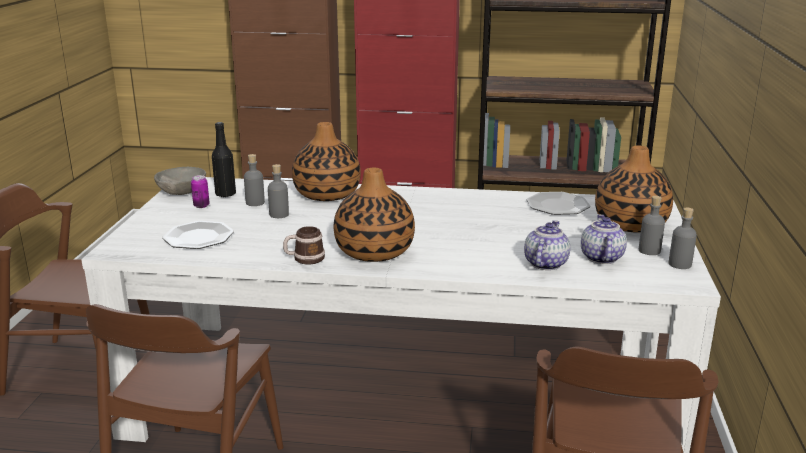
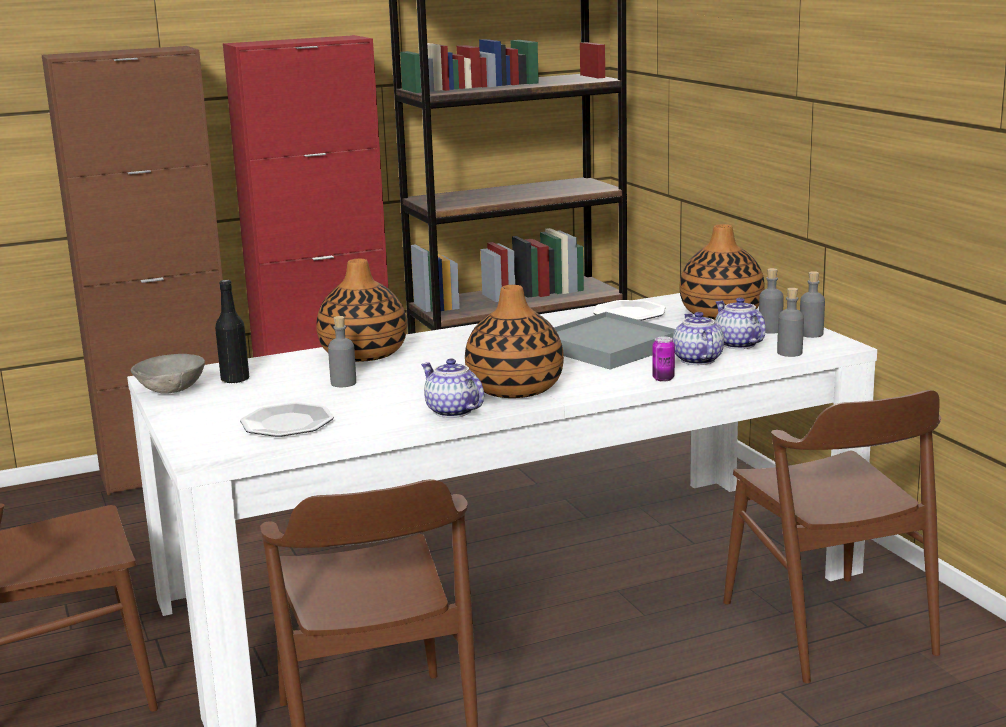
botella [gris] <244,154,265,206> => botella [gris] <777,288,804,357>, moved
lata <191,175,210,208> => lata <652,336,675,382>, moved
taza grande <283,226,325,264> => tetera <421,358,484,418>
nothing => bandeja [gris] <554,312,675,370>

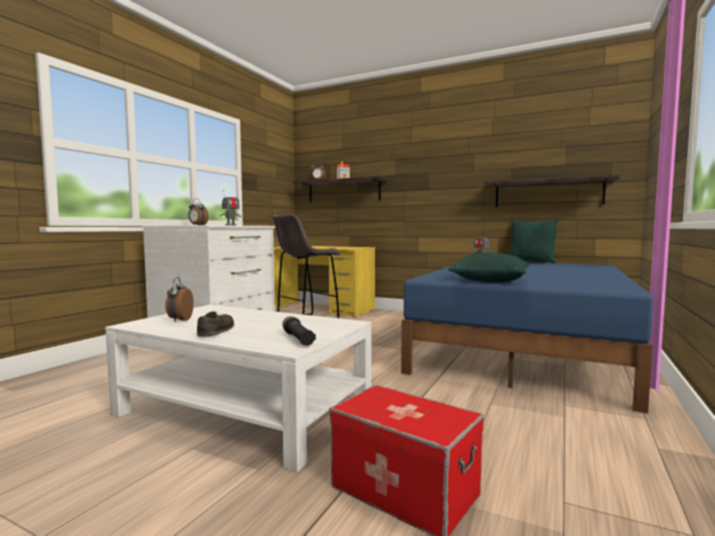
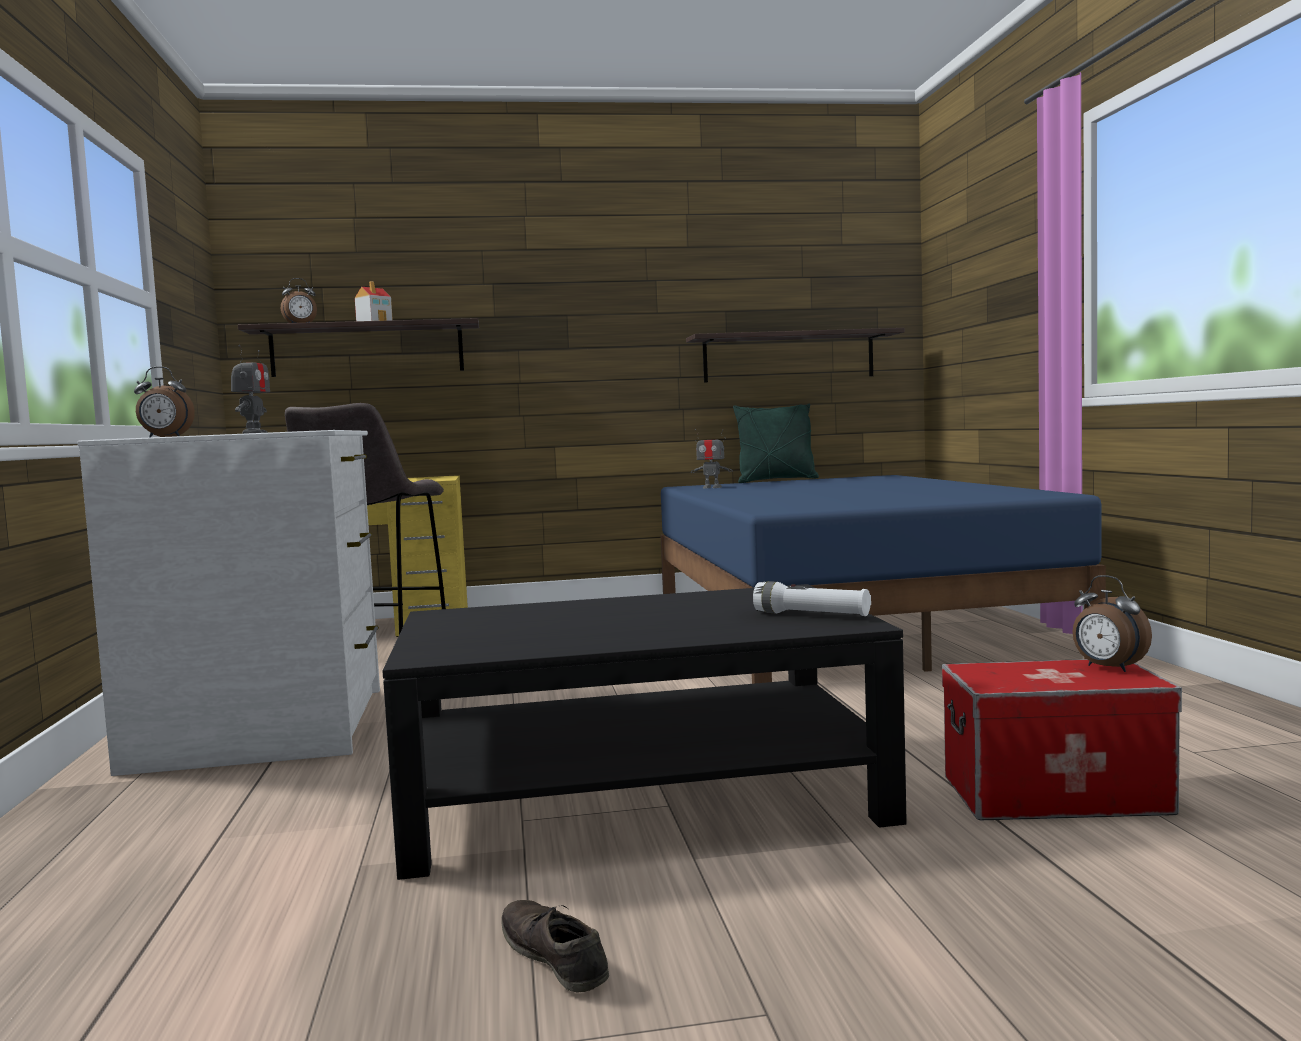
cojín [verde] <448,252,529,282> => nothing
despertador <165,277,194,322> => despertador <1073,575,1152,672>, moved
mesa de centro [blanco] <105,305,371,472> => mesa de centro [negro] <383,584,907,880>
zapato [marrón] <197,311,234,337> => zapato [marrón] <501,900,609,993>, moved
linterna [negro] <282,316,316,346> => linterna [blanco] <753,581,871,616>

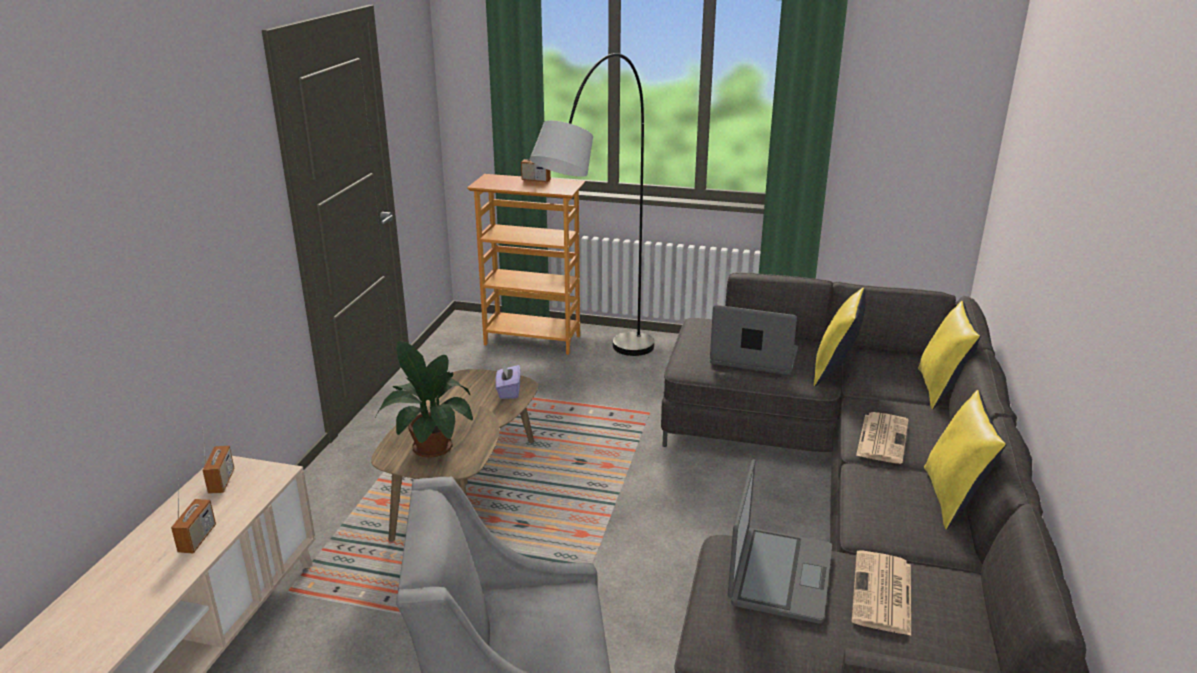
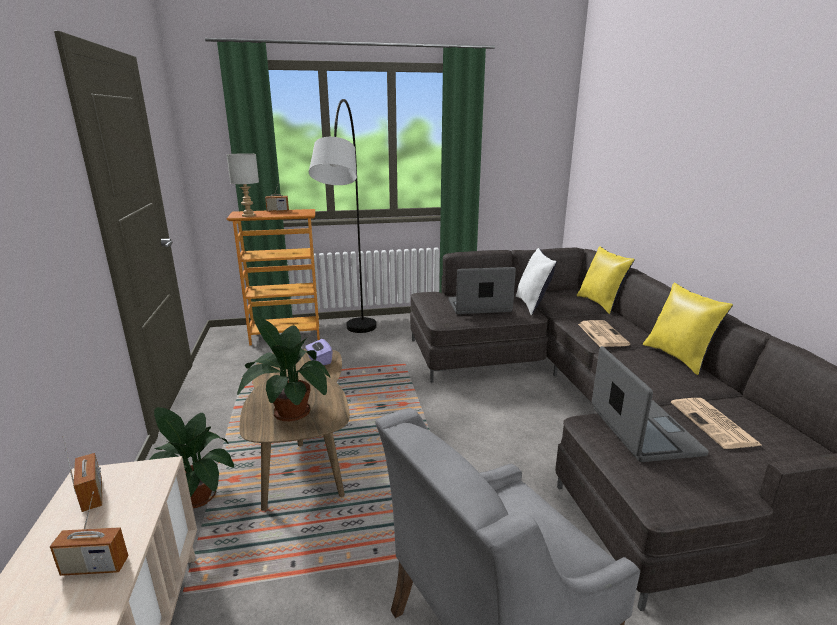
cojín [amarillo] <814,288,866,387> => cojín [blanco] <516,248,557,315>
radio <171,478,216,553> => radio <50,492,128,576>, 105 degrees clockwise
nothing => lámpara de mesa [gris] <227,153,259,217>
nothing => planta en maceta <149,407,234,508>

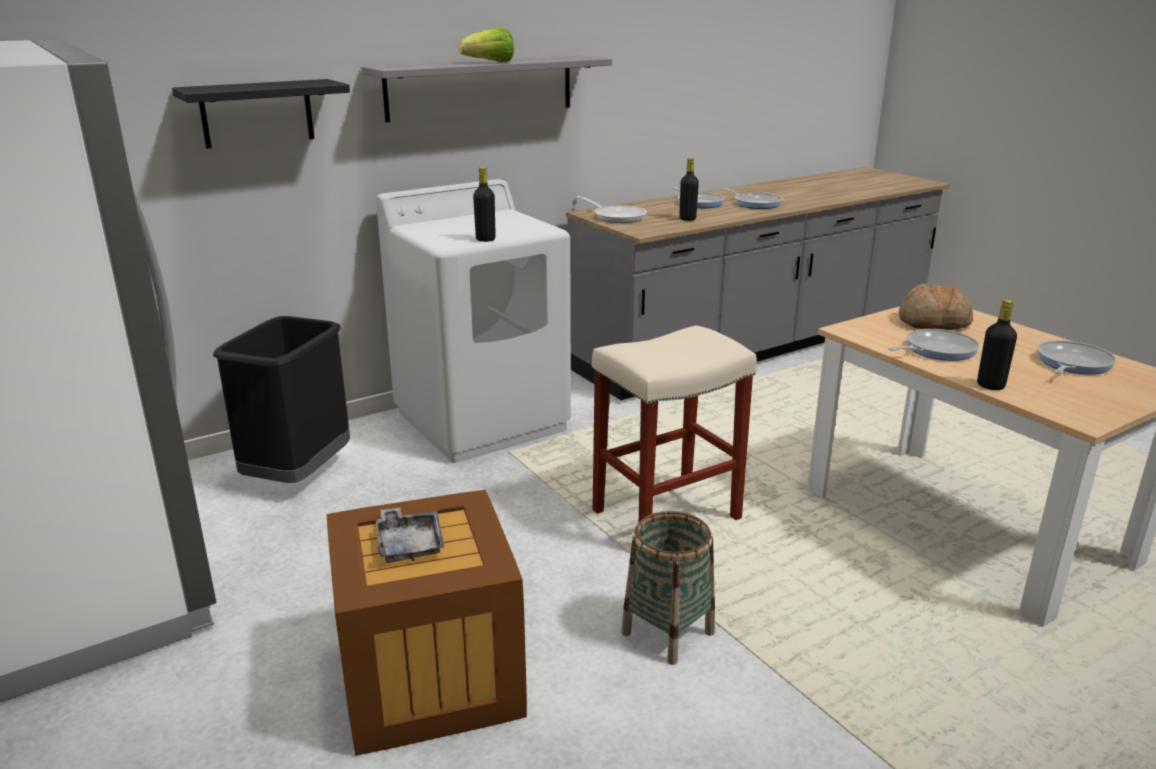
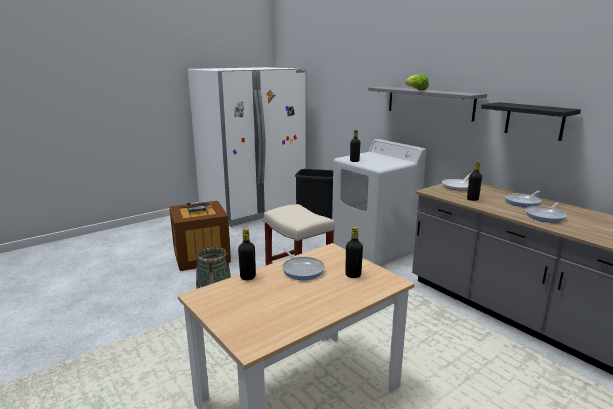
estante [negro] <172,79,350,148> => estante [negro] <481,102,581,141>, moved
pan <899,284,973,330> => botella [negro] <345,227,363,278>
sartén <1037,340,1116,375> => nothing

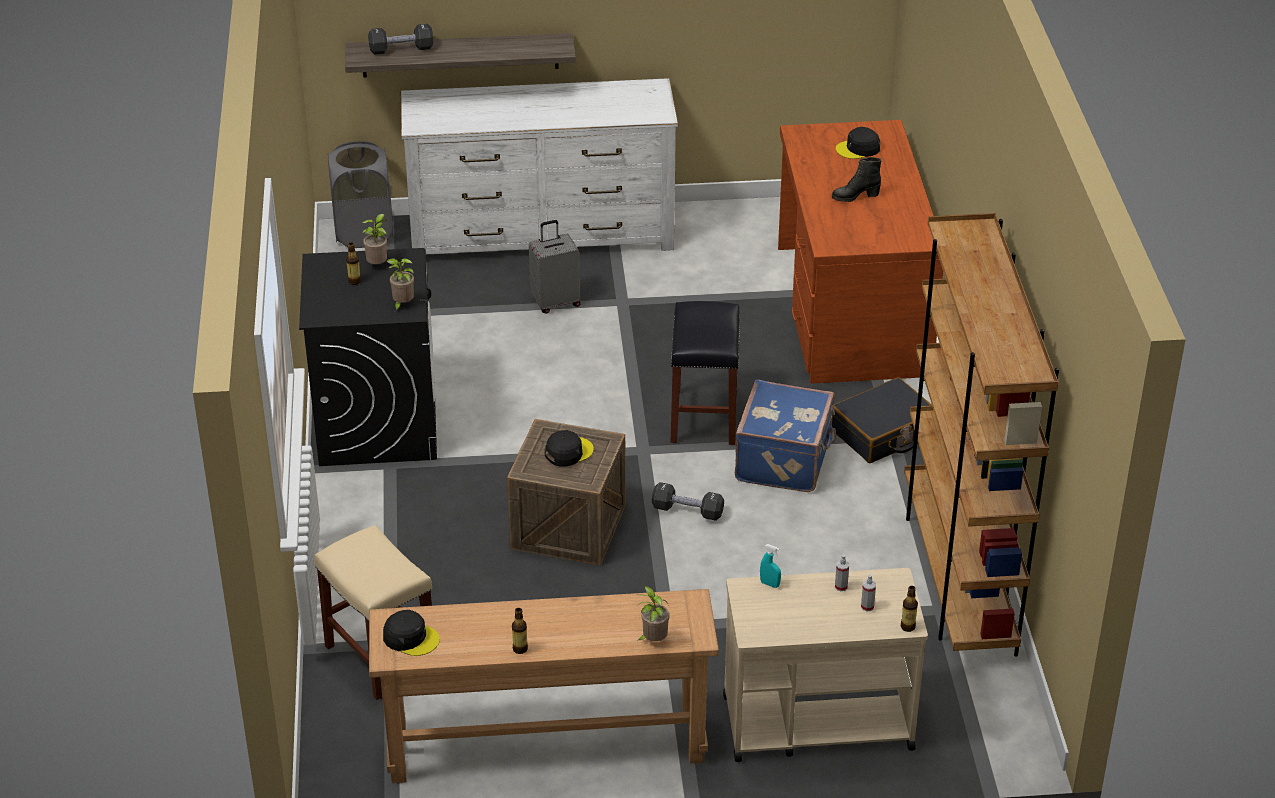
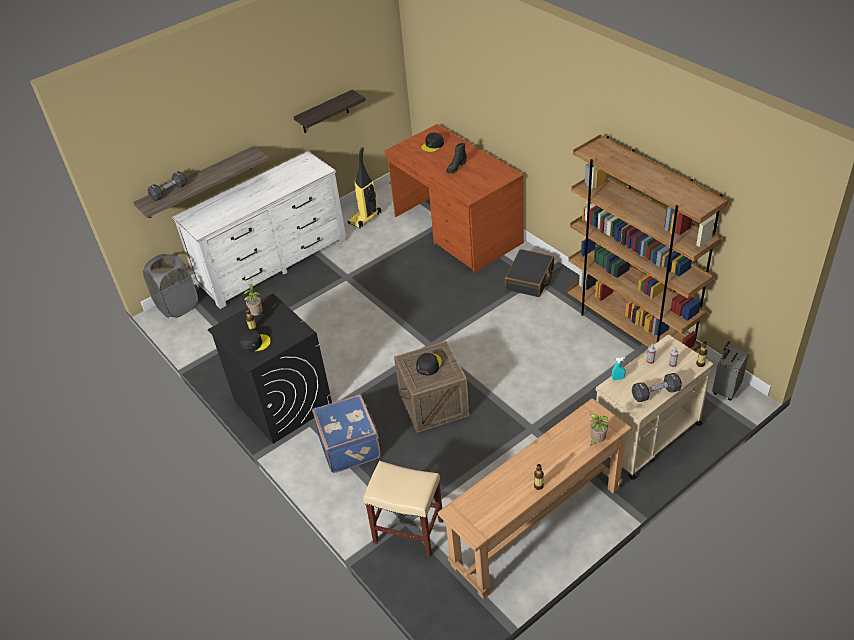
maleta [gris] <529,220,581,314> => maleta [gris] <712,341,749,401>, moved
planta en maceta <386,258,414,311> => nothing
taburete [negro] <671,301,740,445> => nothing
maleta [azul] <735,380,836,492> => maleta [azul] <312,394,381,473>, moved
mancuerna [negro] <652,482,724,521> => mancuerna [negro] <632,373,682,402>, moved
gorra [negro] <383,610,440,656> => gorra [negro] <238,329,271,353>, moved
nothing => estante <294,90,366,133>
nothing => aspiradora <348,147,381,229>

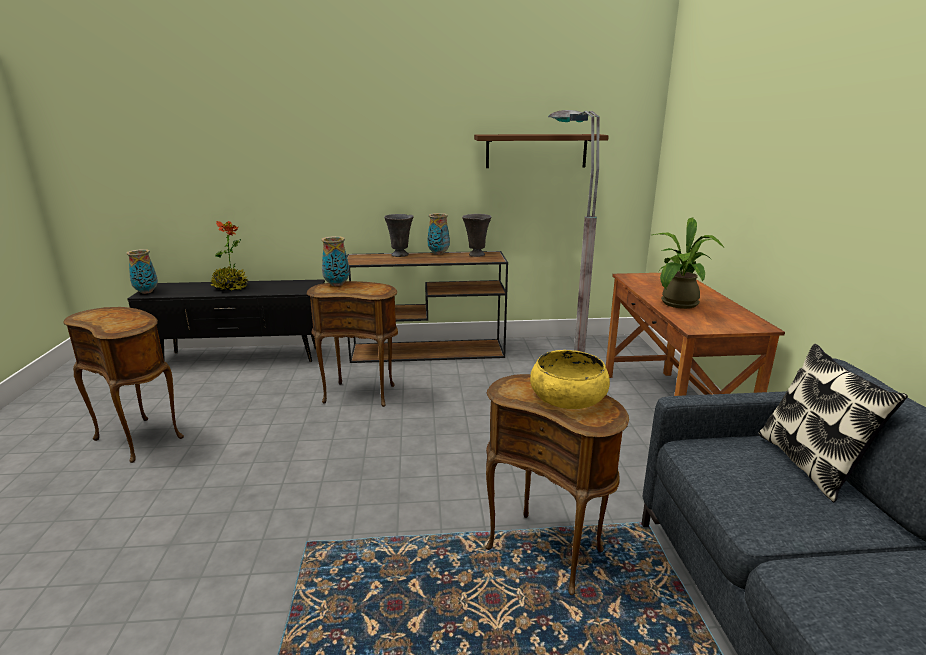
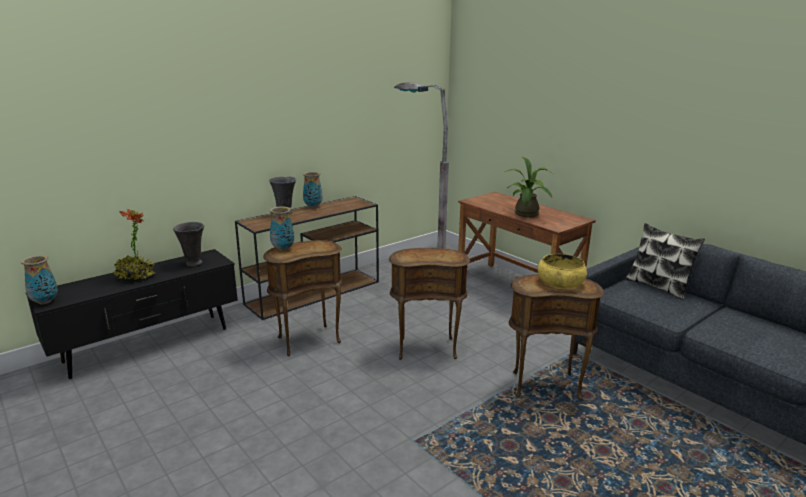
estante [marrón] <474,134,609,168> => nothing
florero [gris] <462,214,491,257> => florero [gris] <173,222,204,266>, moved
mesa auxiliar [marrón] <64,307,184,463> => mesa auxiliar [marrón] <389,248,470,360>, moved

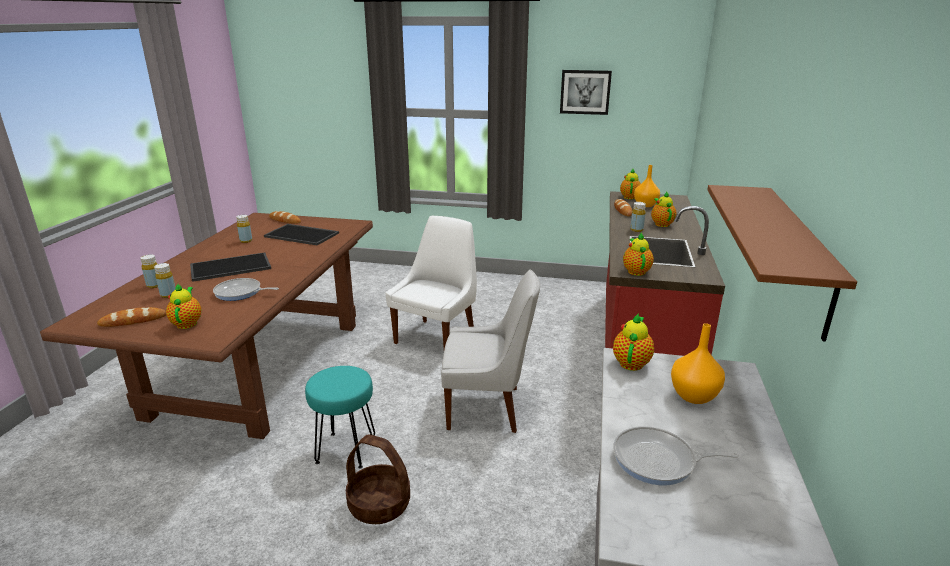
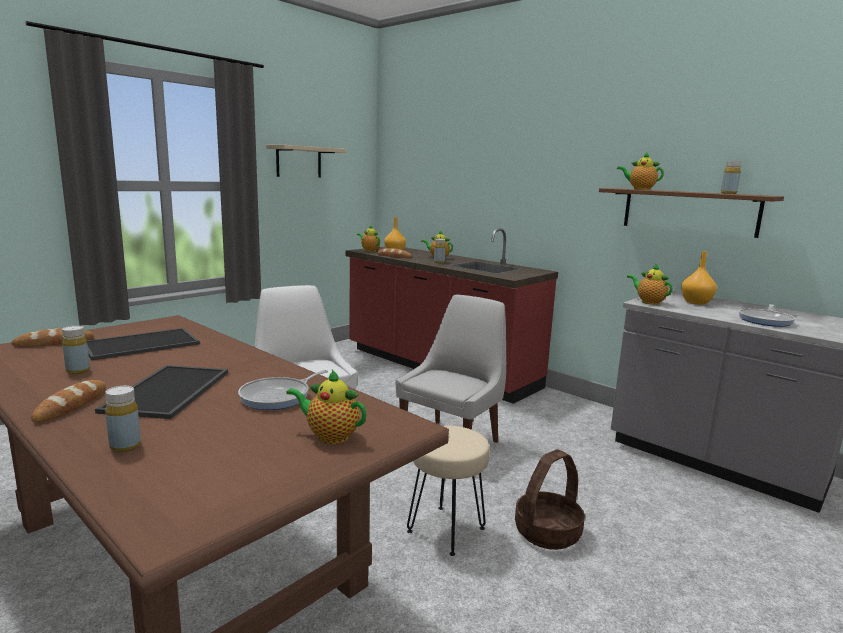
cuadro <560,70,612,115> => estante [beis] <266,145,347,178>
tetera <623,232,654,276> => tetera <617,152,664,190>, moved
botella [amarillo] <154,263,176,298> => botella [amarillo] <721,161,741,194>, moved
pan <97,307,166,327> => pan <31,380,106,423>, moved
taburete [turquesa] <305,366,375,469> => taburete [beis] <407,426,490,556>

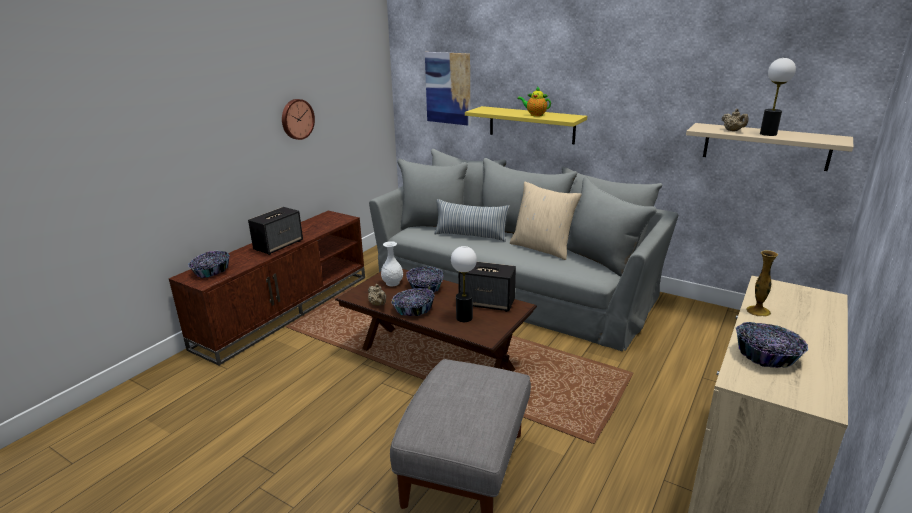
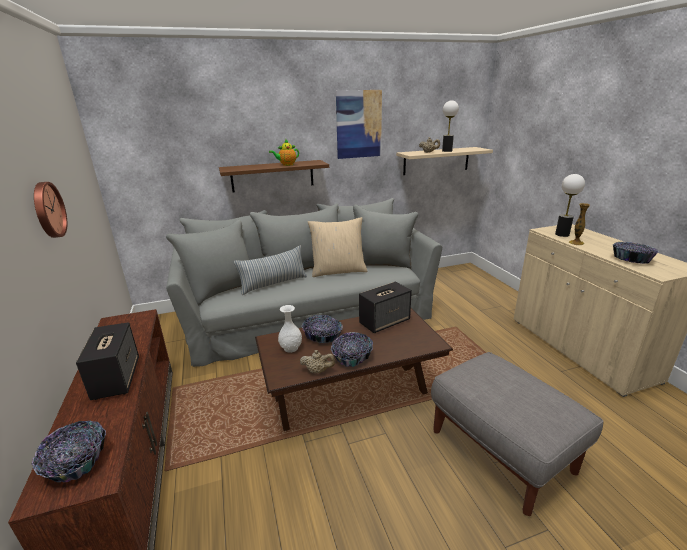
cuadro <425,52,470,126> => cuadro <336,90,382,159>, moved
estante [amarillo] <465,106,587,144> => estante [marrón] <219,160,329,192>
lámpara de mesa <451,246,477,322> => lámpara de mesa <555,174,585,237>, moved

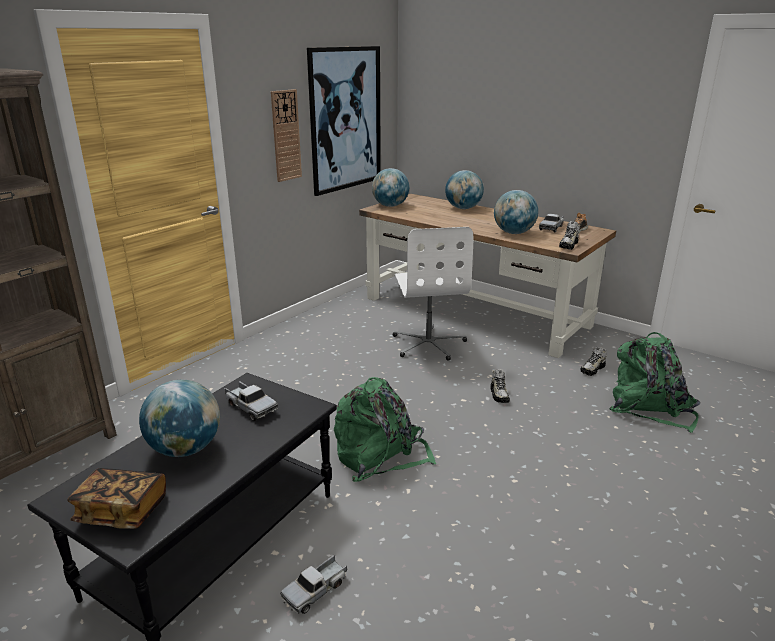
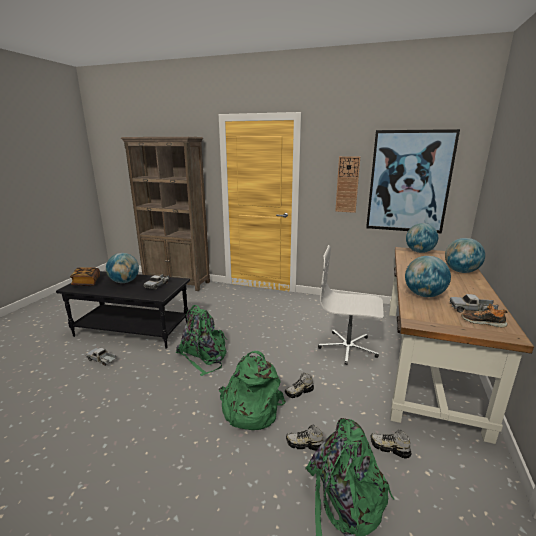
zapato <559,221,580,250> => zapato <286,424,324,451>, moved
silla de oficina [blanco] <392,227,473,361> => silla de oficina [blanco] <318,245,384,365>, 45 degrees clockwise
nothing => mochila [verde] <219,351,286,430>

